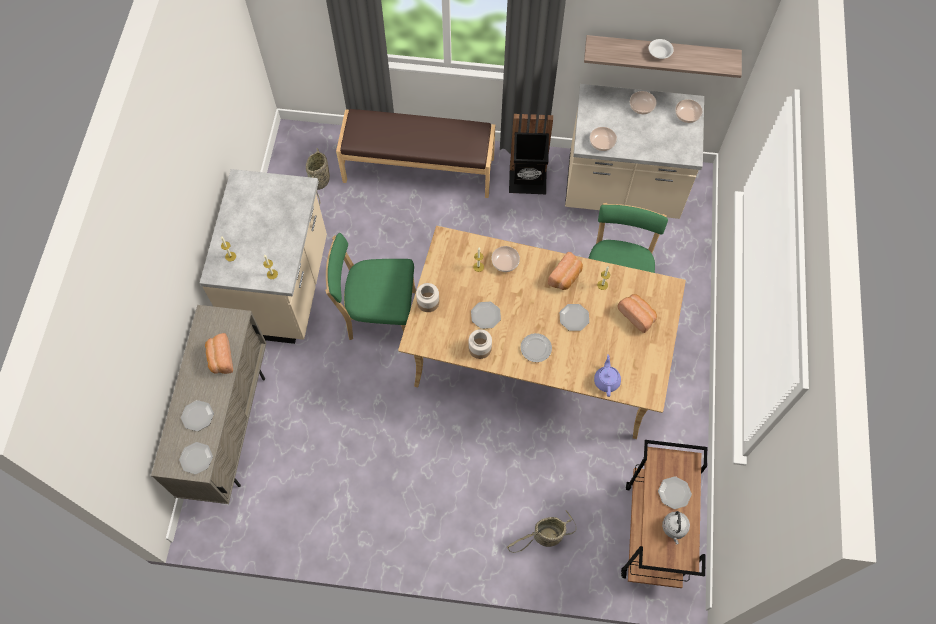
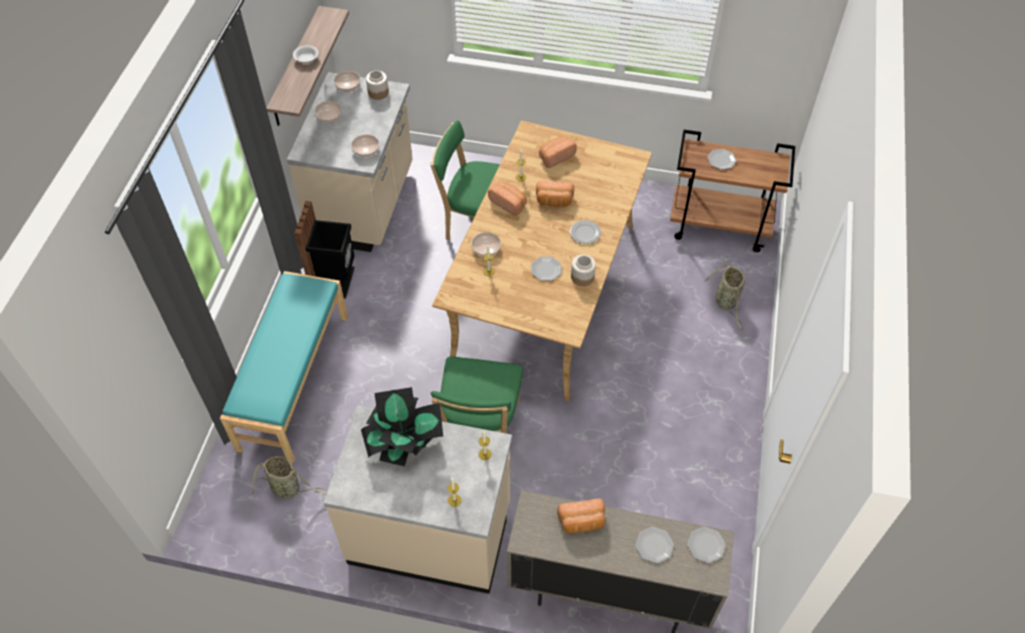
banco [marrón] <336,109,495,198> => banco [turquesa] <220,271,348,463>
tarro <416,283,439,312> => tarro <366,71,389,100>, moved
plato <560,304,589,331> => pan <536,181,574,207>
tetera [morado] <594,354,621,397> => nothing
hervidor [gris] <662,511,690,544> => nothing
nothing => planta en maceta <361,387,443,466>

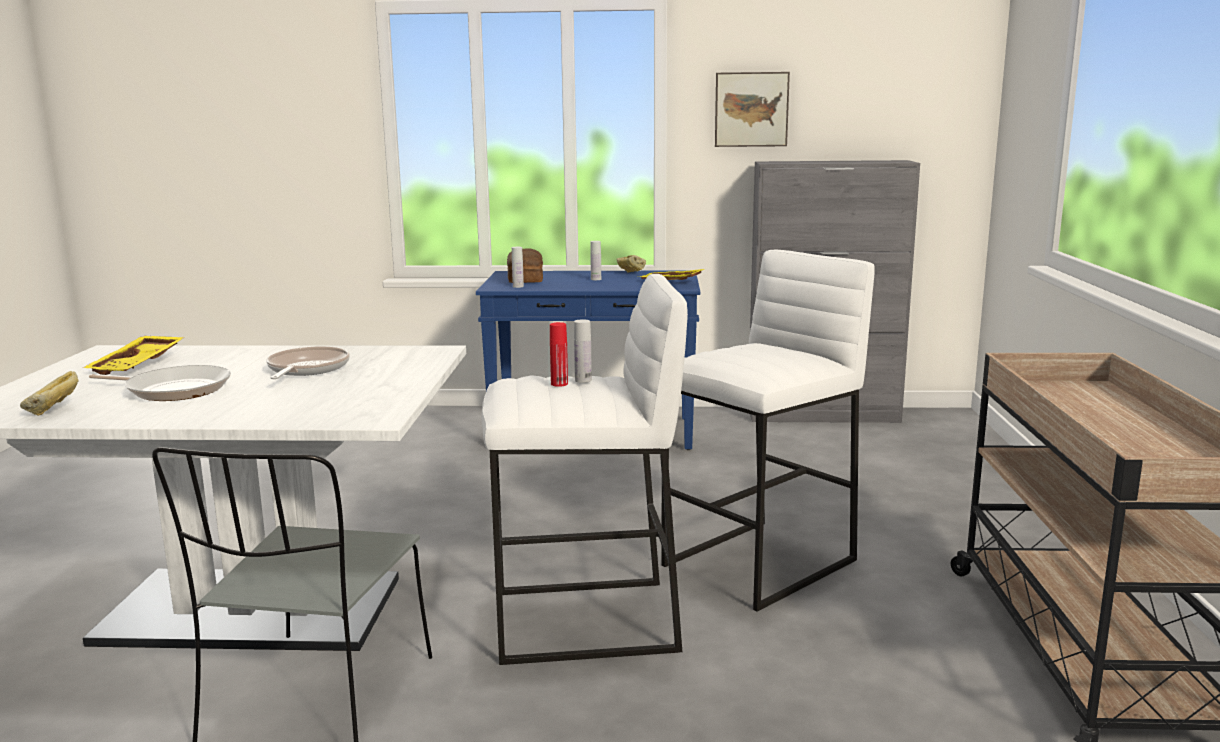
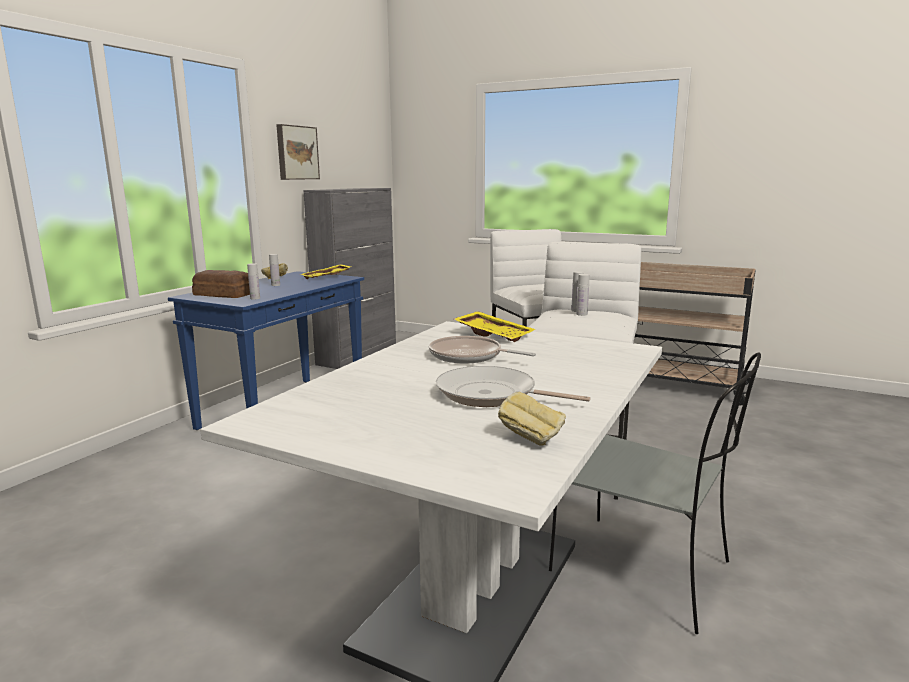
botella [rojo] <550,322,568,387> => botella [blanco] <576,274,589,316>
bandeja [amarillo] <83,336,185,375> => bandeja [amarillo] <454,311,535,342>, moved
sartén <89,365,231,401> => sartén <436,366,591,407>, 105 degrees counterclockwise

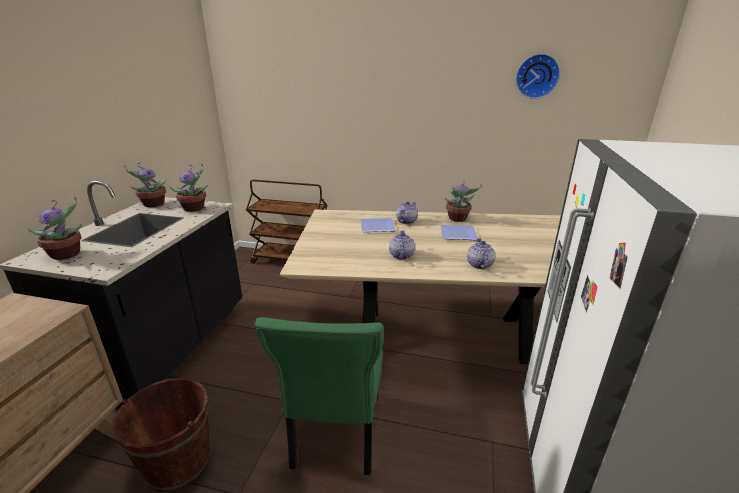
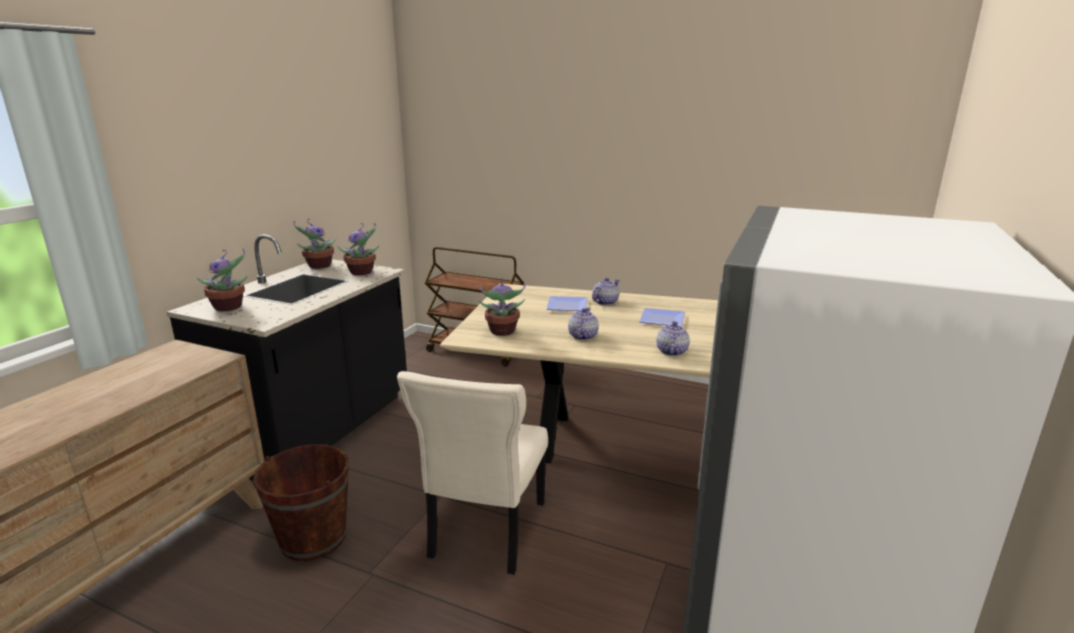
reloj de pared <516,54,560,99> => nothing
planta en maceta <445,180,482,222> => planta en maceta <479,277,526,336>, moved
silla [verde] <255,317,384,475> => silla [beis] <397,371,548,575>

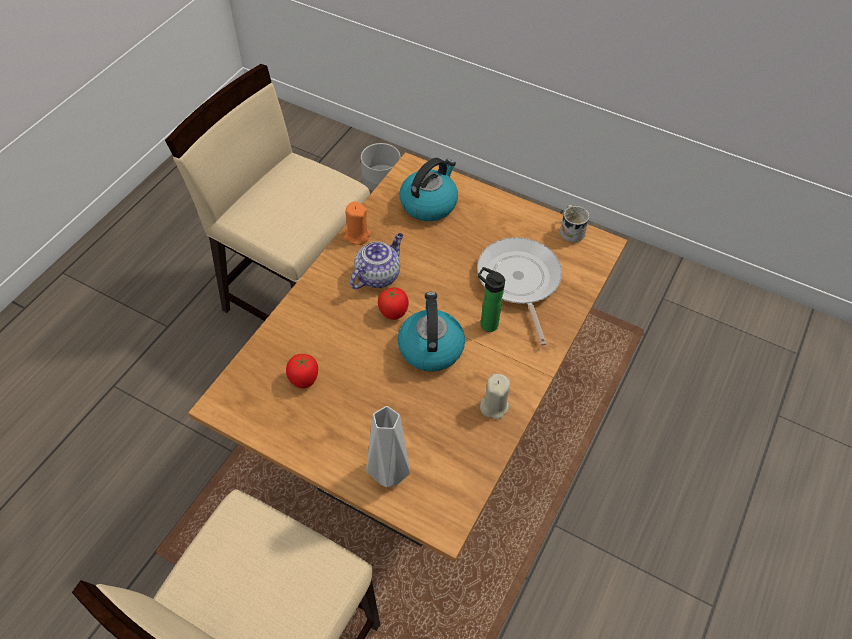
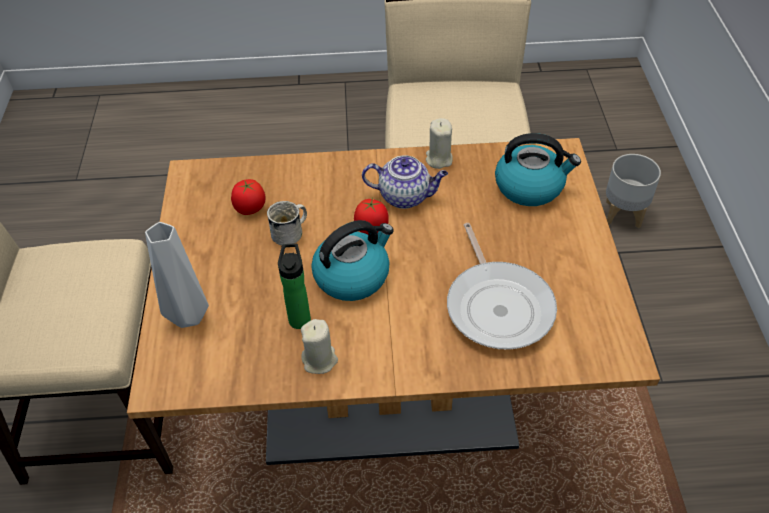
vela [naranja] <344,202,371,245> => vela [beis] <426,118,453,169>
taza grande [blanco] <560,205,590,242> => taza grande [blanco] <267,201,307,245>, moved
sartén <477,237,562,346> => sartén <447,223,557,350>, 120 degrees clockwise
botella <478,267,505,332> => botella <278,243,311,329>, moved

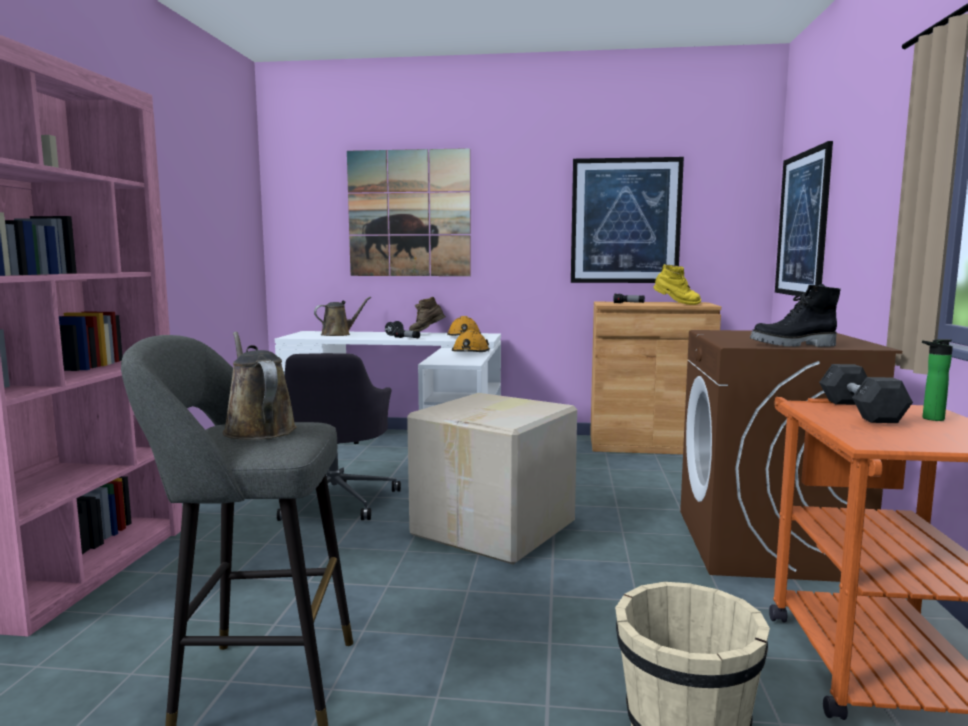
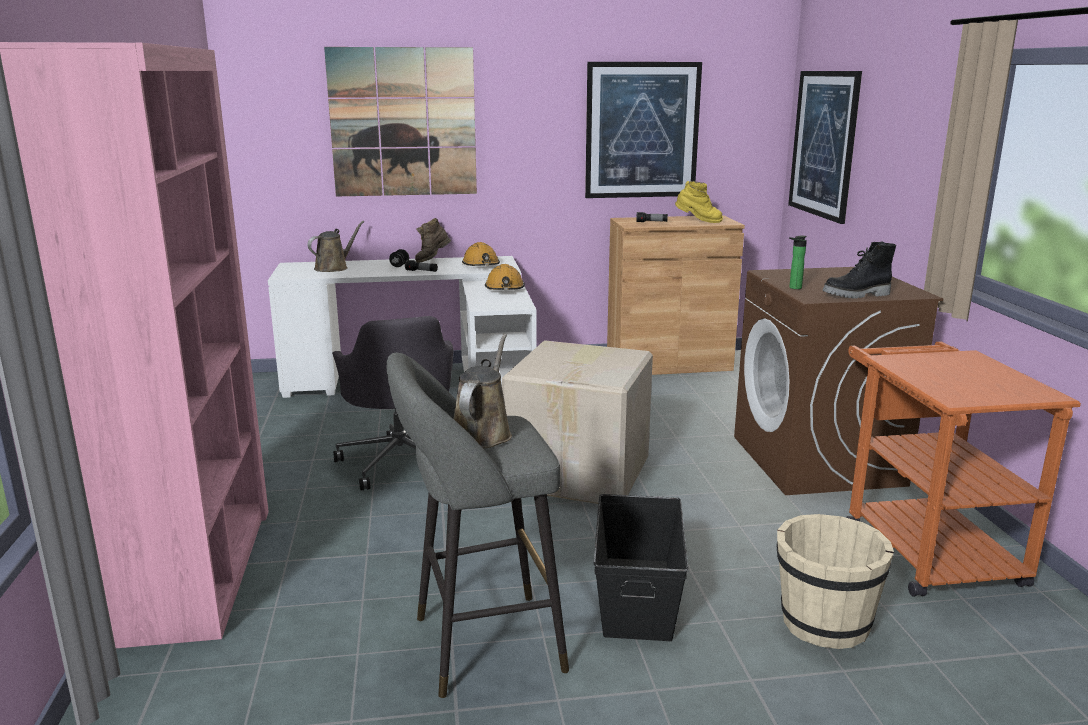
regadera [marrón] <223,332,297,440> => regadera [marrón] <454,334,512,448>, 60 degrees clockwise
botella <922,339,953,421> => botella <789,236,807,289>, moved
mancuerna [gris] <819,364,913,423> => nothing
nothing => caja de almacenaje [negro] <594,494,688,641>

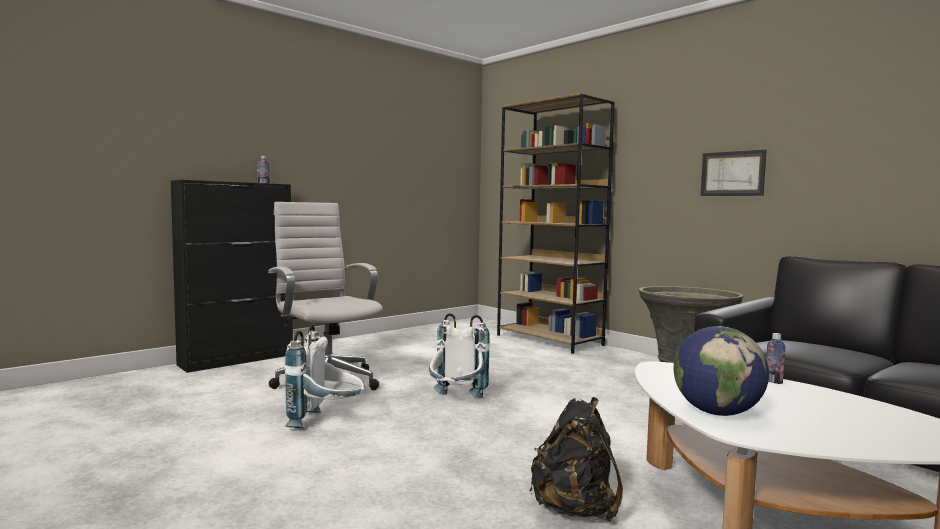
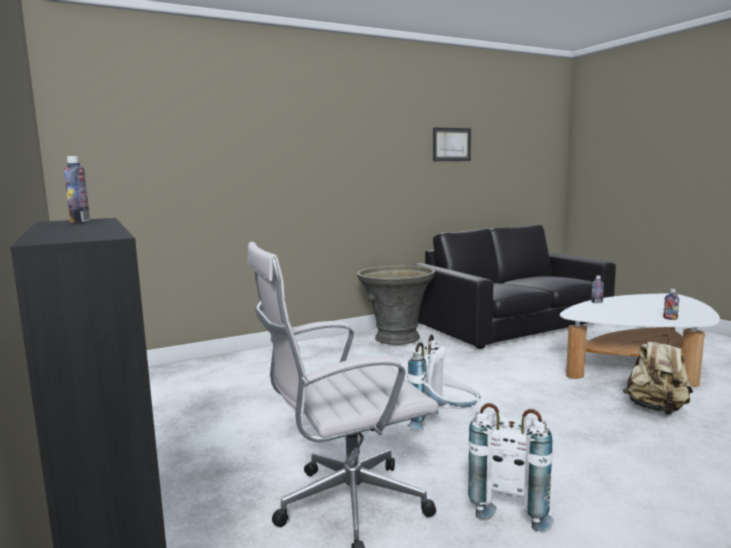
estantería [marrón] <497,93,615,354> => nothing
cuadro <701,150,767,196> => cuadro <433,127,471,161>, moved
globo terráqueo <673,326,769,416> => botella <663,288,679,320>
mochila [negro] <530,397,623,522> => mochila [beis] <623,335,693,415>

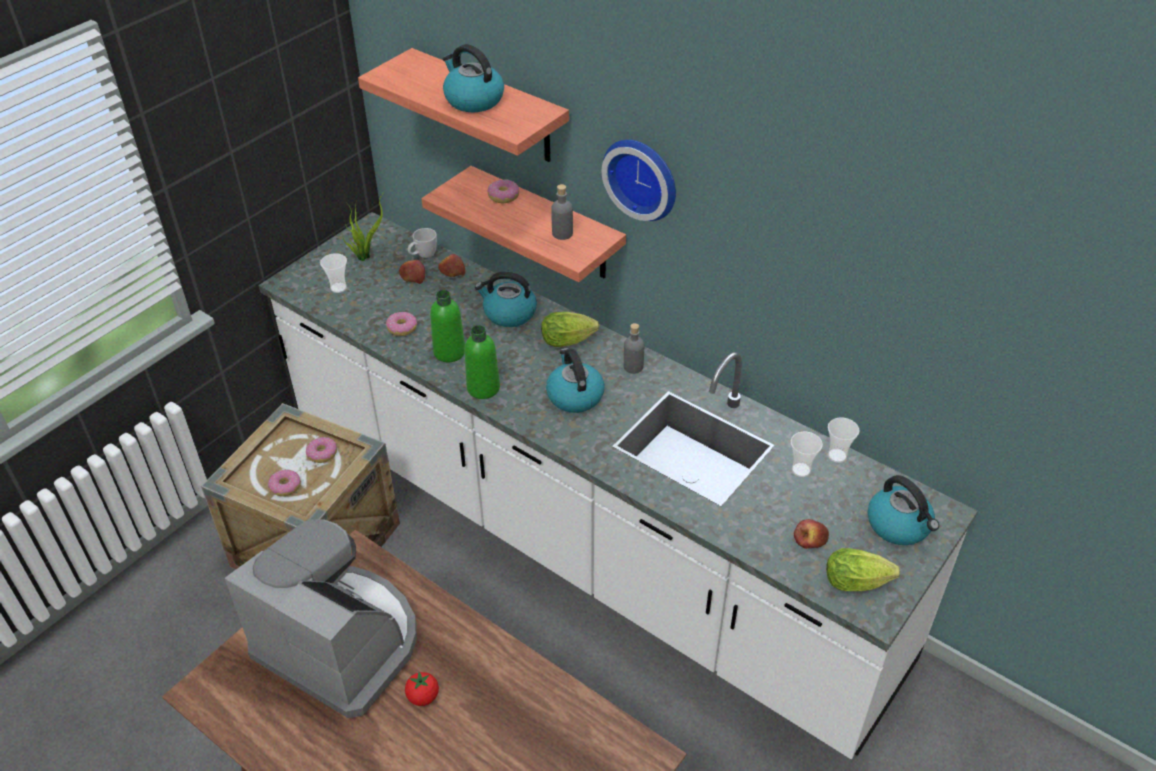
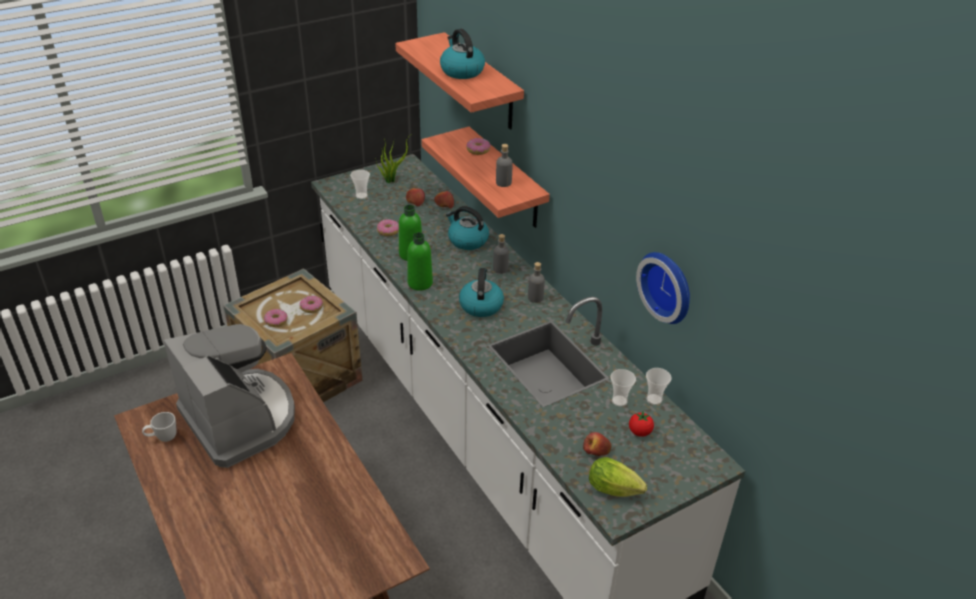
reloj de pared <602,140,676,221> => reloj de pared <636,252,690,324>, moved
taza grande [blanco] <408,228,437,258> => taza grande [blanco] <142,412,177,442>, moved
lechuga <541,312,599,347> => botella [gris] <493,234,509,274>
hervidor <867,475,939,545> => nothing
tomate <405,672,439,706> => tomate <629,411,654,437>, moved

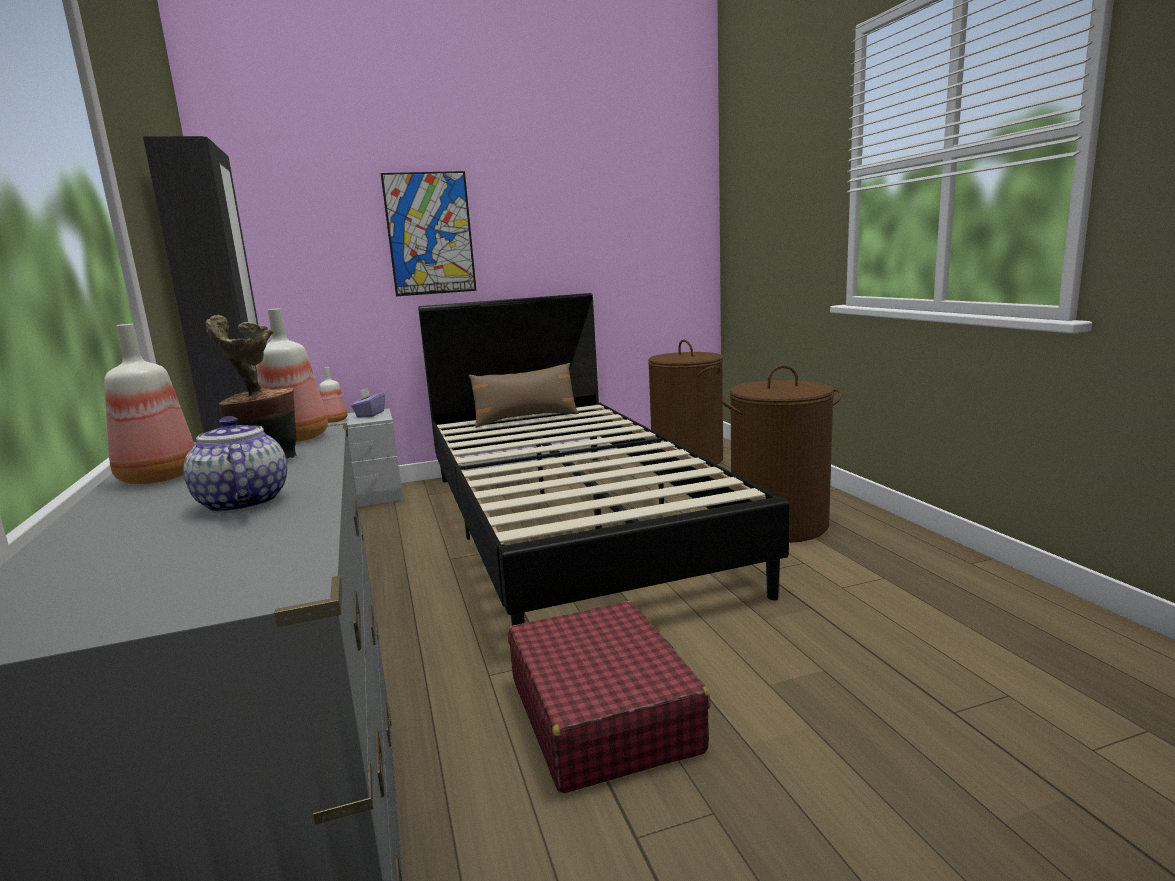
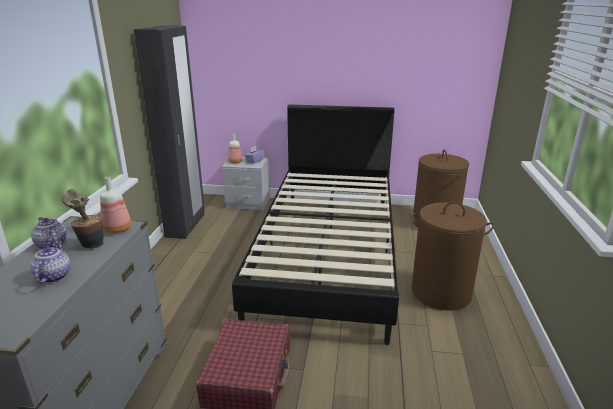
cuadro <381,171,477,296> => nothing
botella <104,324,195,484> => tetera <31,217,67,249>
cojín [marrón] <469,363,579,428> => nothing

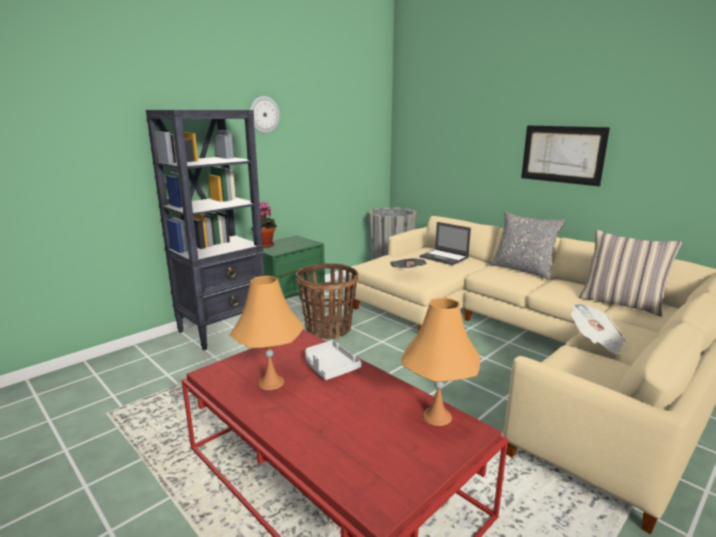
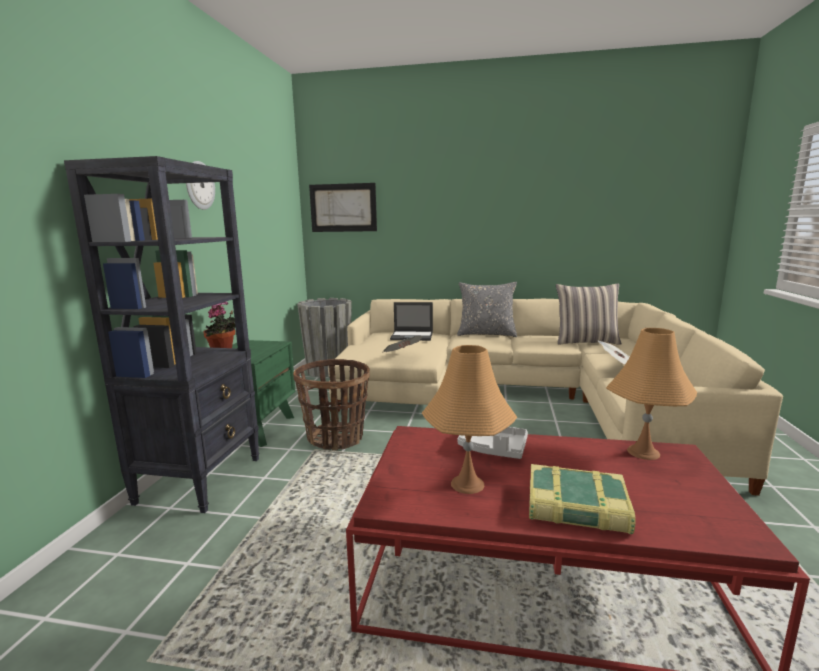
cuadro <521,125,610,186> => cuadro <309,183,377,232>, moved
nothing => libro <529,464,635,534>

